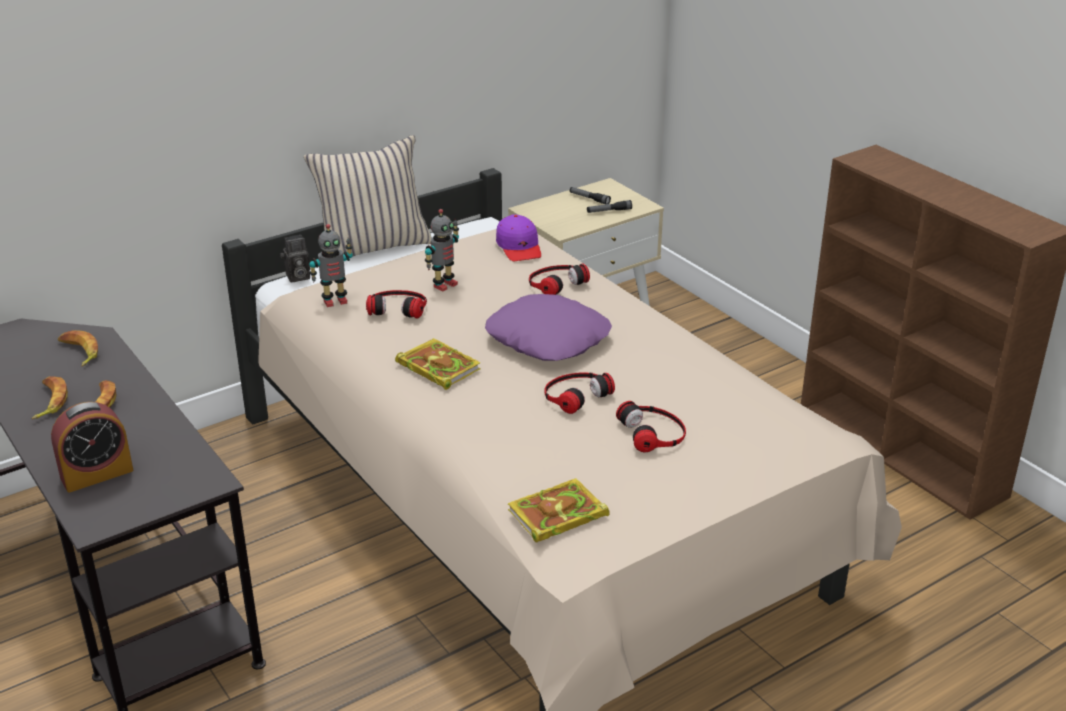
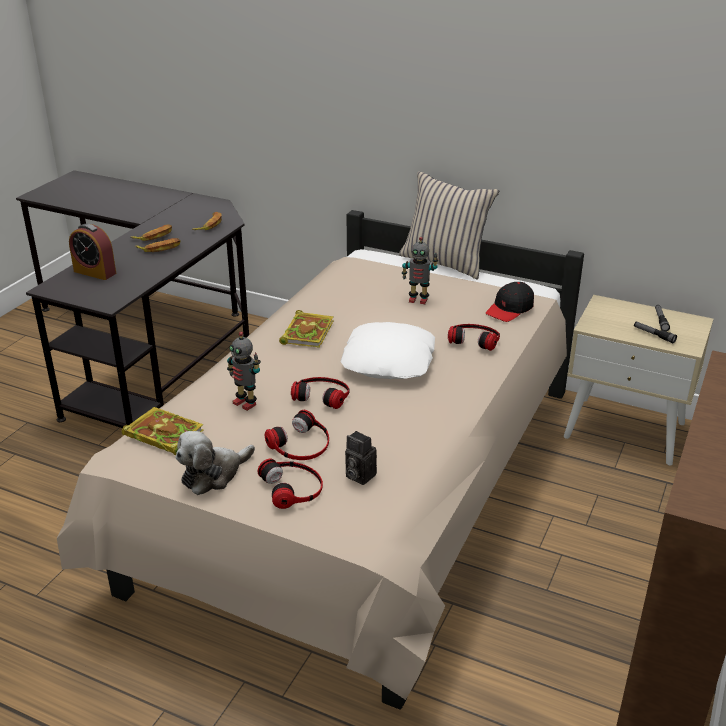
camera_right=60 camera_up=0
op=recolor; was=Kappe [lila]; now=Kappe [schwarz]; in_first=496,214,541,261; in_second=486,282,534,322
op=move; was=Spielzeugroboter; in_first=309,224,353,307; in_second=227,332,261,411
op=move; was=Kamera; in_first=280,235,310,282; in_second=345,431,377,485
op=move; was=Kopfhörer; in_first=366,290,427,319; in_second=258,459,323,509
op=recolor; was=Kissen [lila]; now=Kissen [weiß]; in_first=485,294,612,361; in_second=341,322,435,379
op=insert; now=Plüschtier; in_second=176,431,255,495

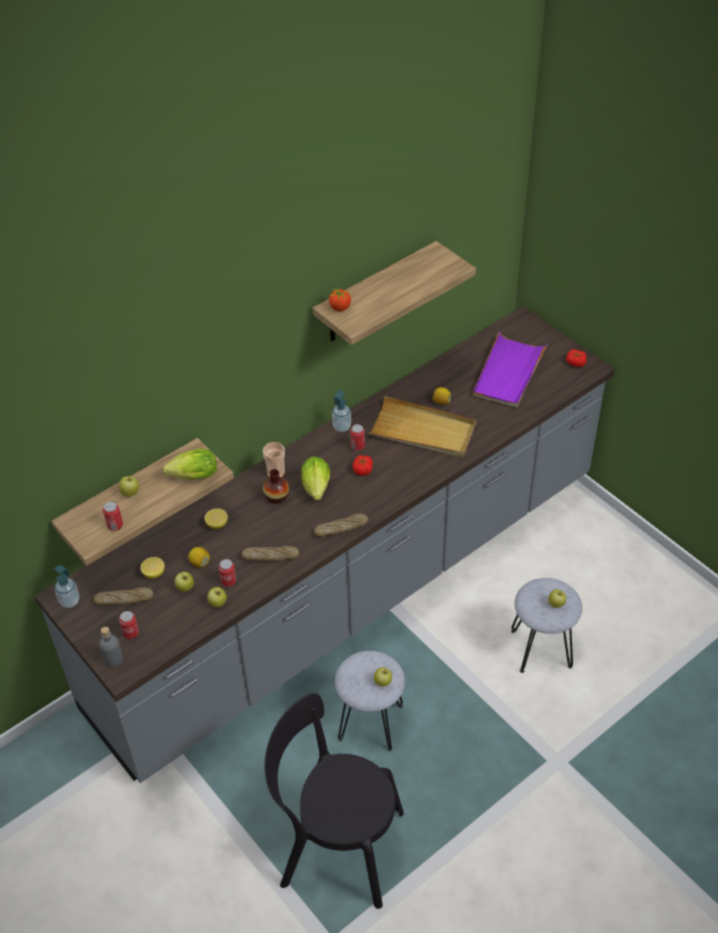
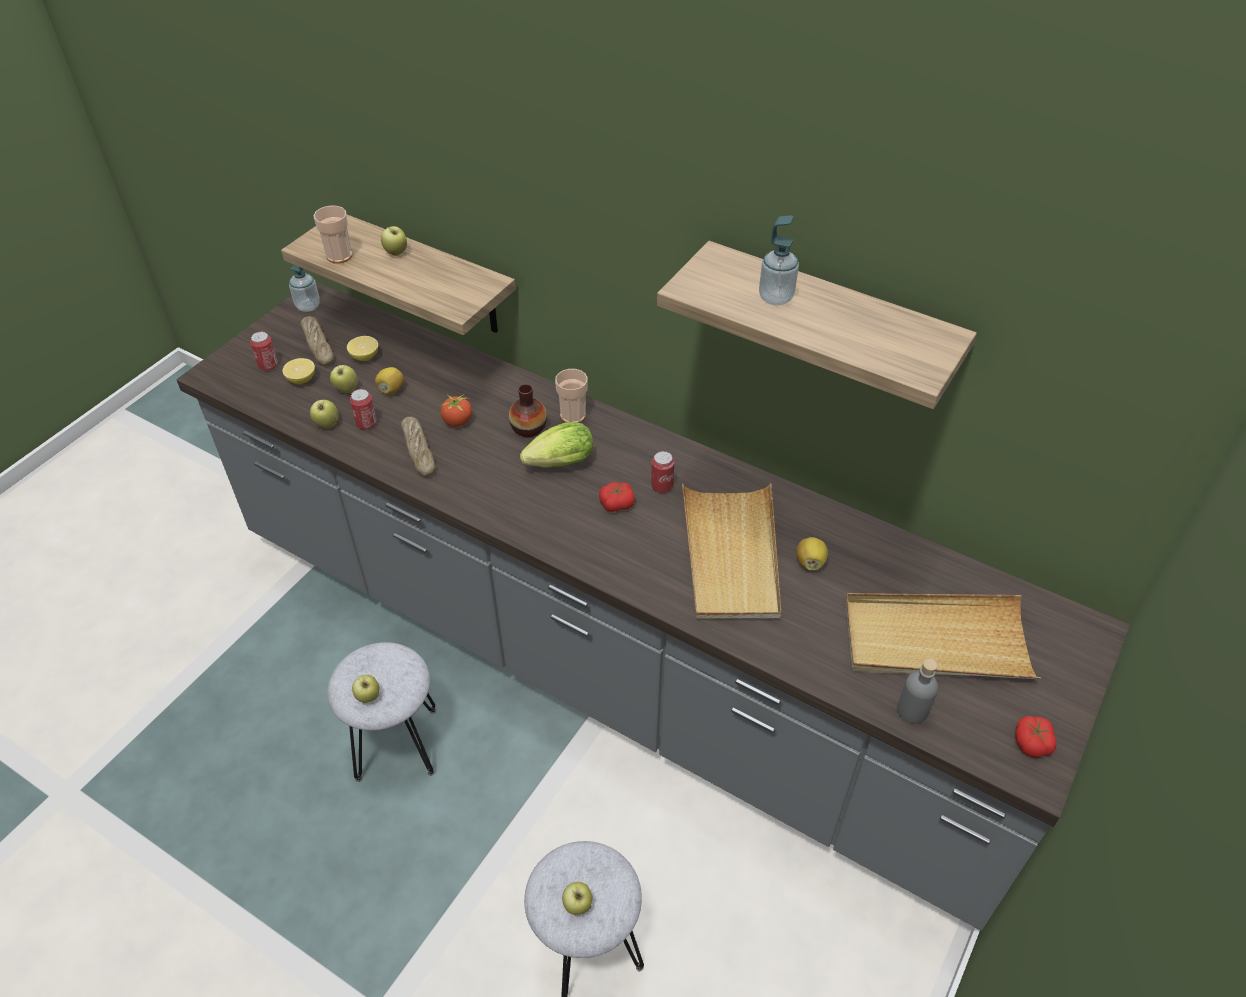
camera_right=70 camera_up=0
op=move; was=Tomate; in_first=329,288,351,311; in_second=437,393,472,427
op=recolor; was=Tablett [lila]; now=Tablett [beige]; in_first=473,331,549,407; in_second=846,593,1041,679
op=move; was=Seifenspender; in_first=332,390,351,432; in_second=759,215,799,305
op=delete; was=Salatkopf; in_first=163,449,217,479
op=replace; was=Dose; now=Tasse; in_first=103,501,123,531; in_second=313,205,352,264
op=move; was=Zitrone; in_first=204,508,228,529; in_second=282,358,315,384
op=delete; was=Brot; in_first=314,514,368,537
op=move; was=Flasche [grau]; in_first=99,627,123,667; in_second=897,659,938,724
op=delete; was=Stuhl [schwarz]; in_first=265,693,404,909

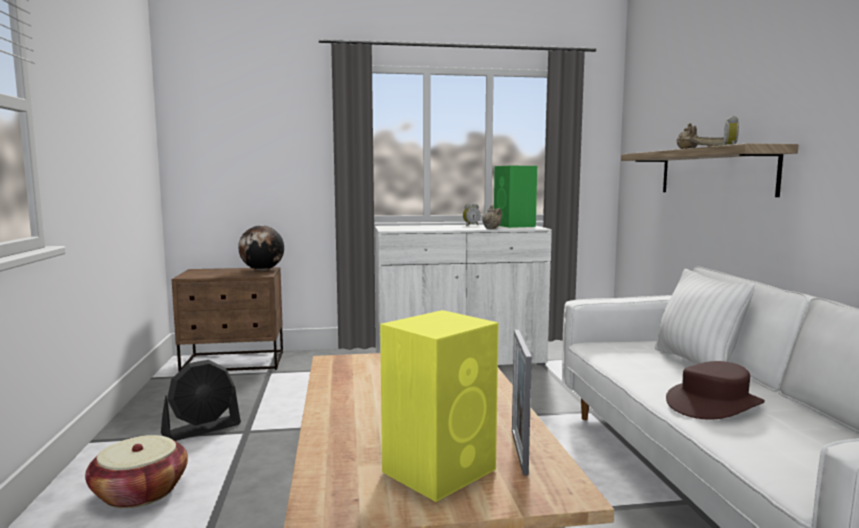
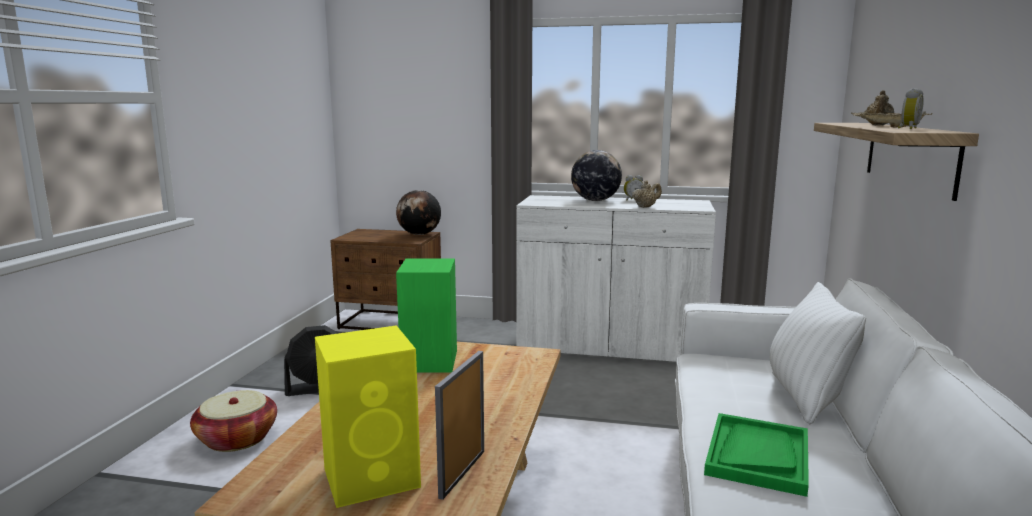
camera_right=20 camera_up=5
op=move; was=Lautsprecher [grün]; in_first=494,166,537,228; in_second=396,259,457,373
op=replace; was=Hut [braun]; now=Tablett [grün]; in_first=666,361,765,420; in_second=704,413,809,497
op=insert; now=Globus; in_second=571,150,622,201

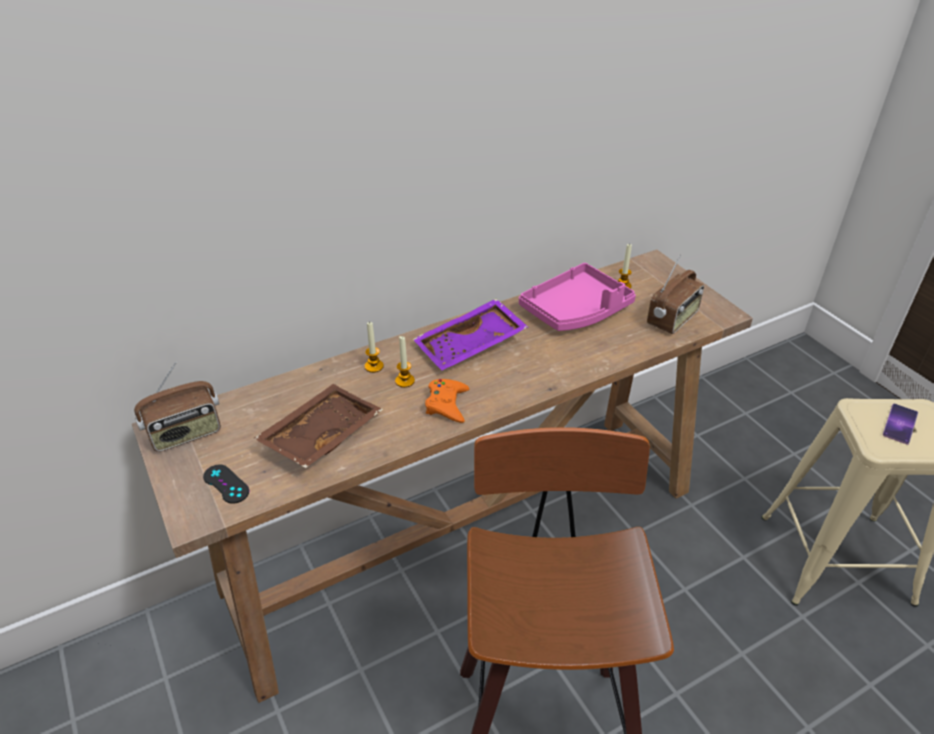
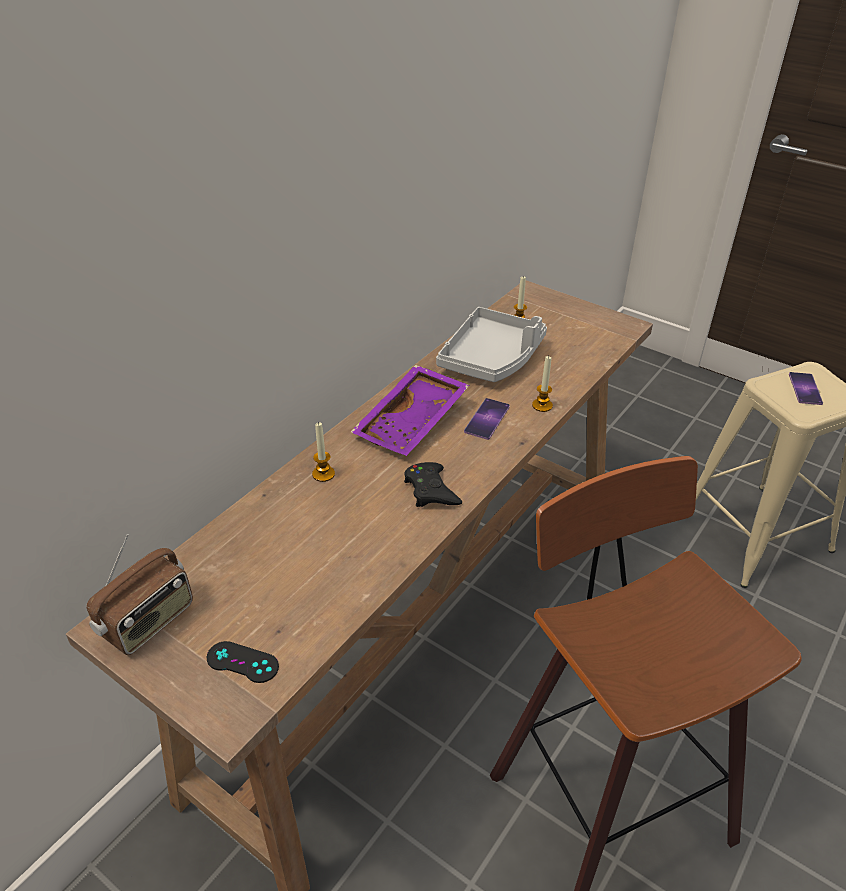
camera_right=-25 camera_up=0
op=delete; was=Radio; in_first=647,254,704,334
op=recolor; was=Tablett [rosa]; now=Tablett [grau]; in_first=519,263,636,331; in_second=436,307,547,382
op=move; was=Kerze; in_first=395,336,415,388; in_second=532,356,553,412
op=recolor; was=Gamepad [orange]; now=Gamepad [schwarz]; in_first=425,379,469,423; in_second=404,462,462,507
op=delete; was=Tablett [braun]; in_first=253,384,383,468
op=insert; now=Handy; in_second=464,398,510,440

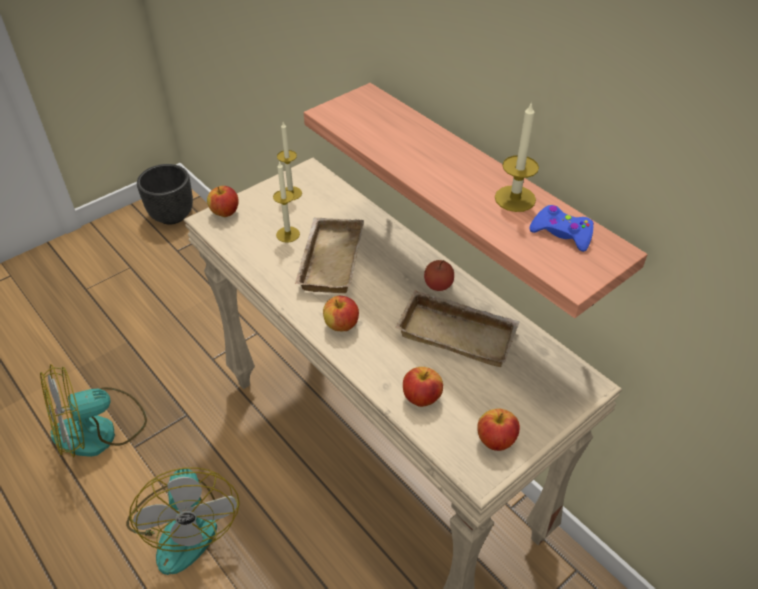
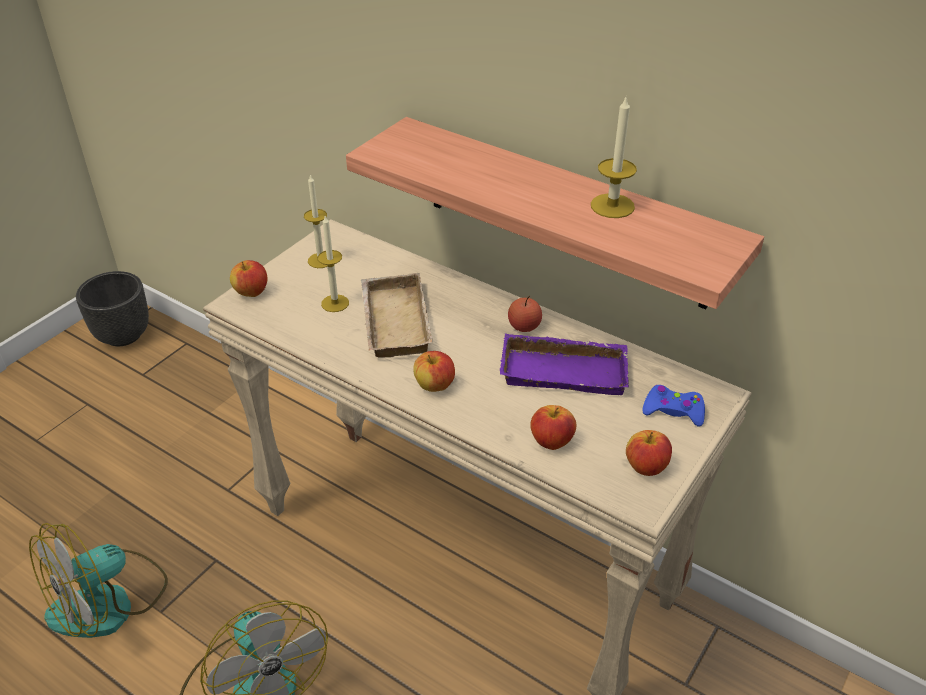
camera_right=-15 camera_up=-5
op=move; was=Gamepad [blau]; in_first=530,205,594,252; in_second=642,385,705,427
op=recolor; was=Tablett [beige]; now=Tablett [lila]; in_first=395,290,520,367; in_second=500,333,629,395

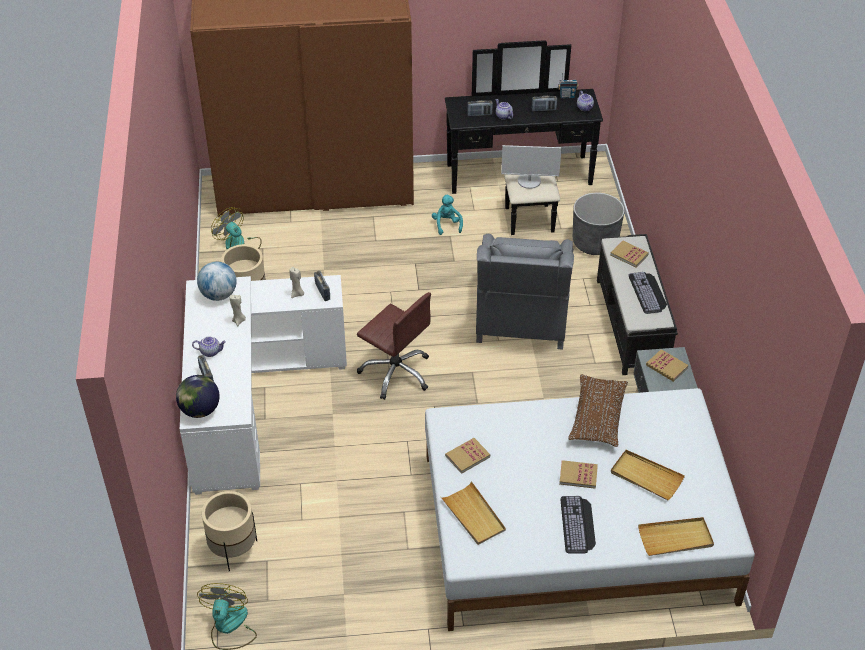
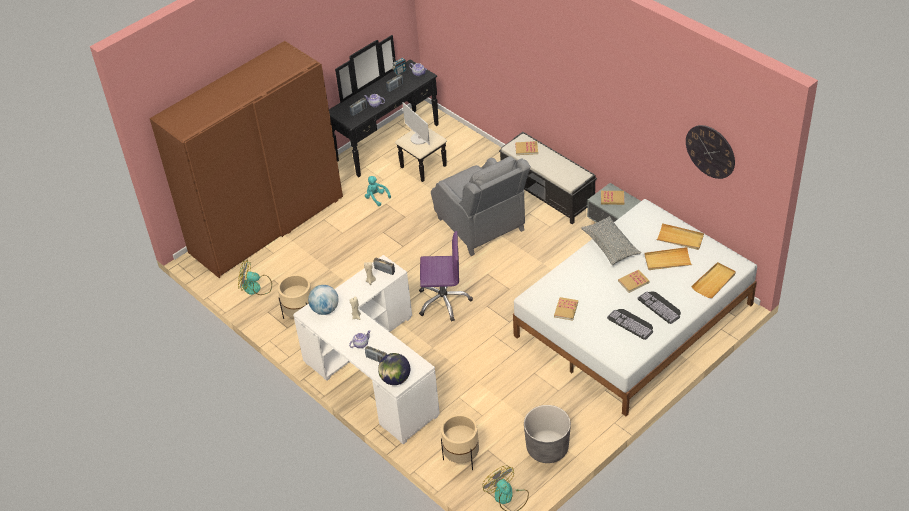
camera_right=-35 camera_up=0
op=rotate; was=Monitor; in_first=501,145,562,189; in_second=402,102,430,145; clockwise=90
op=move; was=Pflanzkübel [grau]; in_first=573,193,625,255; in_second=524,405,571,463
op=move; was=Tastatur; in_first=628,272,667,314; in_second=607,309,653,340
op=recolor; was=Bürostuhl [braun]; now=Bürostuhl [lila]; in_first=357,292,431,400; in_second=419,231,473,322
op=recolor; was=Kissen [braun]; now=Kissen [grau]; in_first=569,374,628,447; in_second=581,216,641,266
op=move; was=Tablett [beige]; in_first=441,481,506,545; in_second=656,223,704,250
op=insert; now=Wanduhr; in_second=686,125,735,179

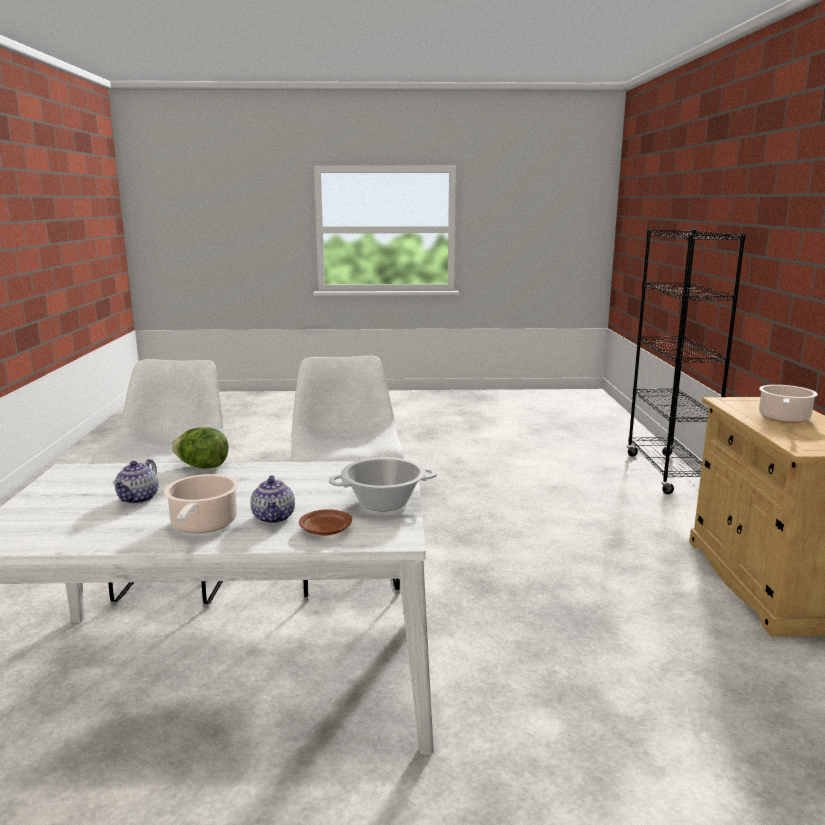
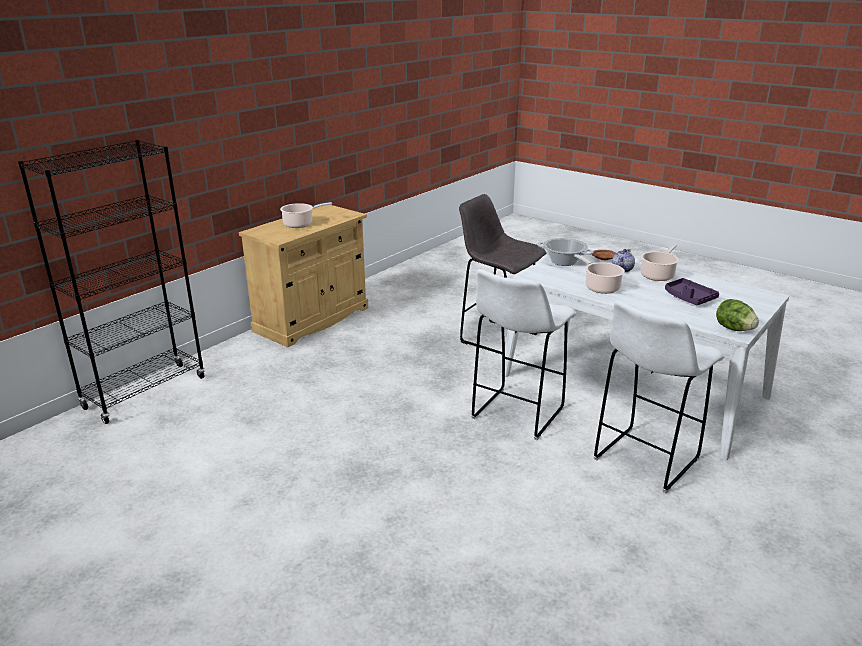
camera_right=-140 camera_up=10
op=move; was=Salatkopf; in_first=172,427,228,469; in_second=716,299,759,331
op=replace; was=Teekanne; now=Tablett [lila]; in_first=113,459,159,504; in_second=665,278,719,305
op=insert; now=Hocker [grau]; in_second=459,194,546,354
op=insert; now=Kochtopf; in_second=574,254,625,294

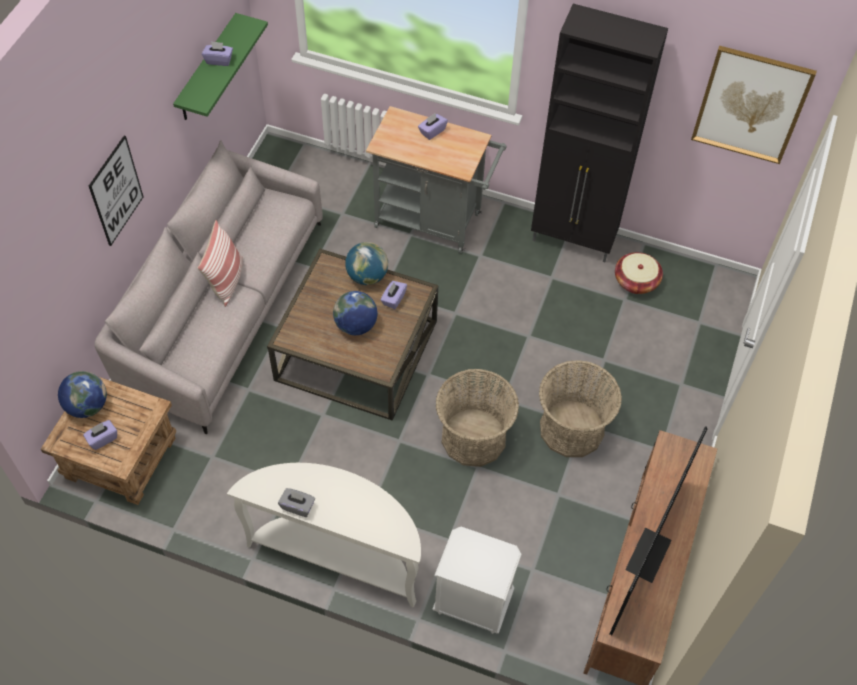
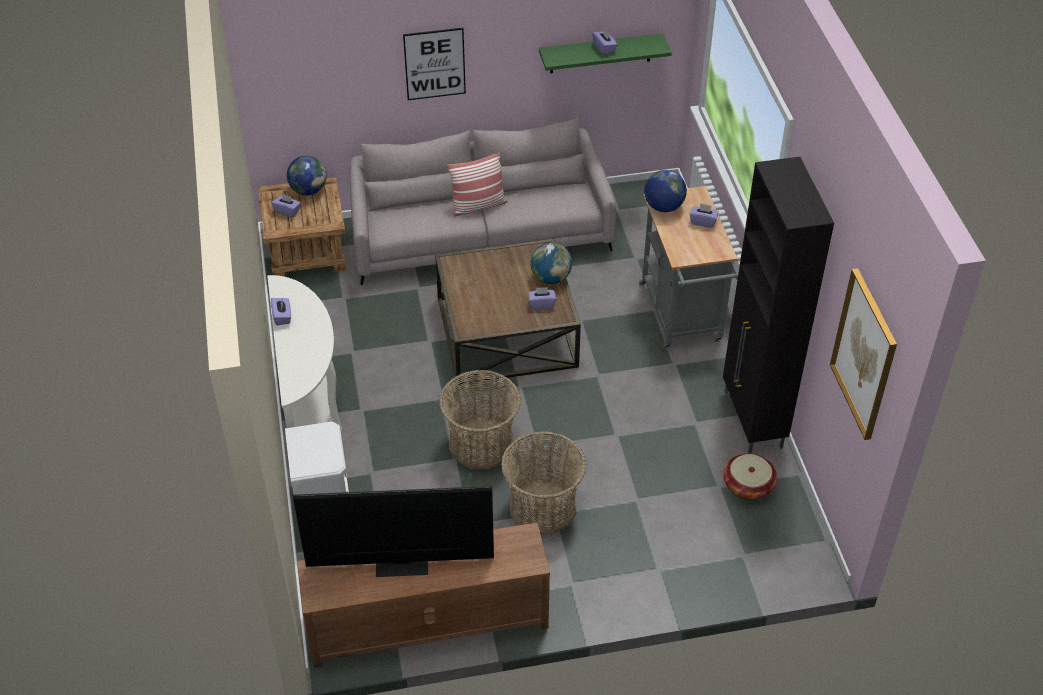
camera_right=60 camera_up=-10
op=move; was=Globus; in_first=333,291,378,335; in_second=644,170,687,212
op=recolor; was=Taschentuchbox [grau]; now=Taschentuchbox [lila]; in_first=278,488,315,517; in_second=271,298,291,325

